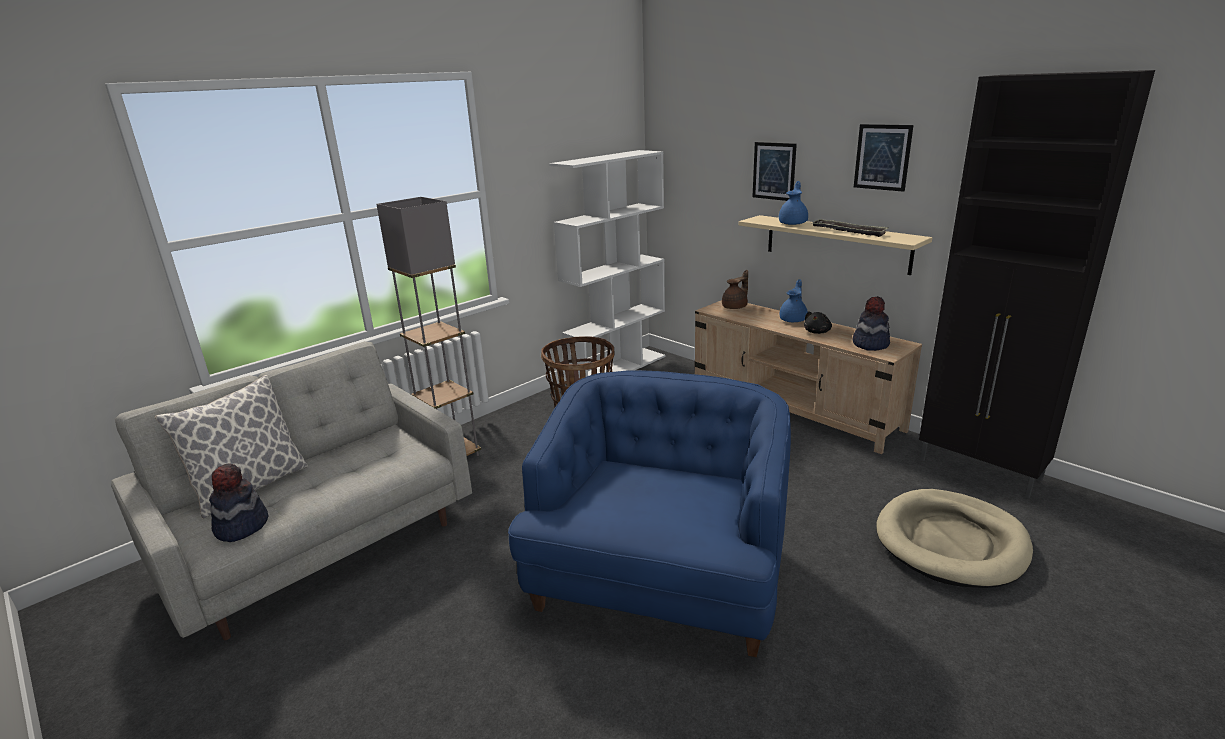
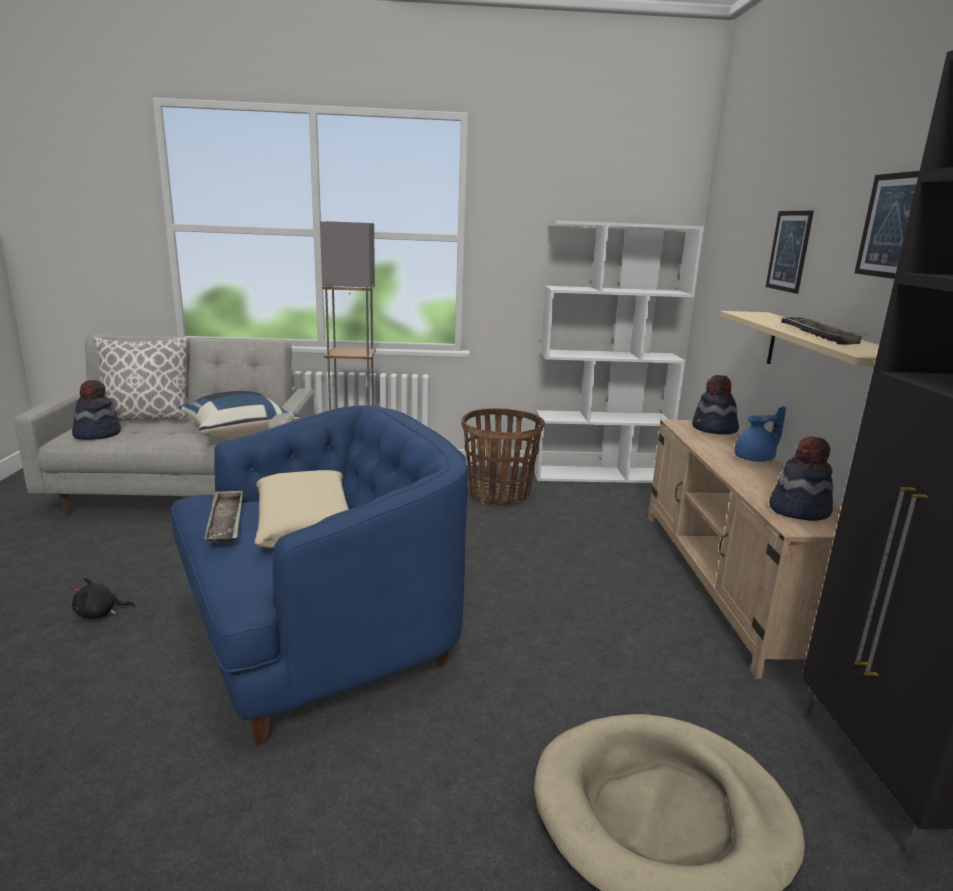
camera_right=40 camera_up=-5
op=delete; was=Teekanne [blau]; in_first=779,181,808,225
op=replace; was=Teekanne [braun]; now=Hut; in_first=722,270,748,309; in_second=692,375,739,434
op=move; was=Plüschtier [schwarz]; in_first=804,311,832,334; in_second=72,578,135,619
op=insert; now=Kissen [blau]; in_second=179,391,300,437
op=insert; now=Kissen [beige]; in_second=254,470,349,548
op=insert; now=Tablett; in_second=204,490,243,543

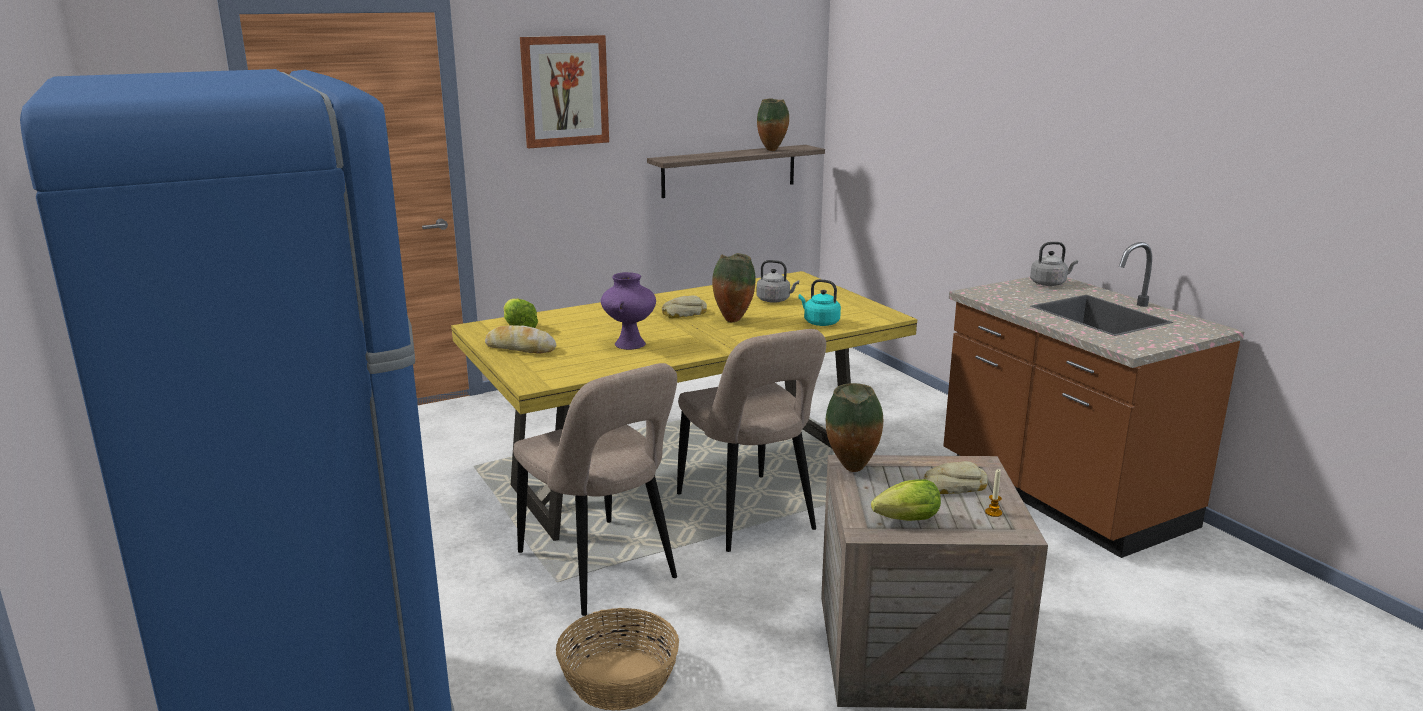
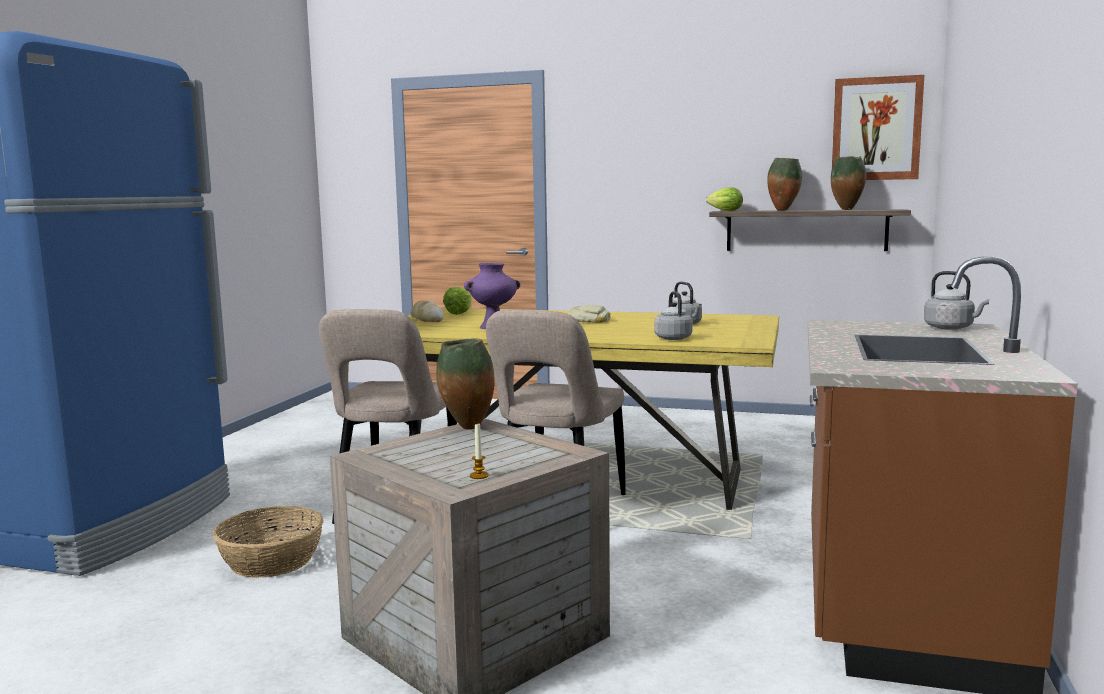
camera_right=45 camera_up=-10
op=move; was=Bild; in_first=520,35,609,148; in_second=832,75,924,180
op=move; was=Vase; in_first=712,253,756,322; in_second=767,158,802,211
op=recolor; was=Wasserkessel [türkis]; now=Wasserkessel [grau]; in_first=799,279,841,326; in_second=654,291,693,340
op=delete; was=Brot; in_first=924,461,988,494
op=move; was=Salatkopf; in_first=871,479,941,521; in_second=706,187,743,211

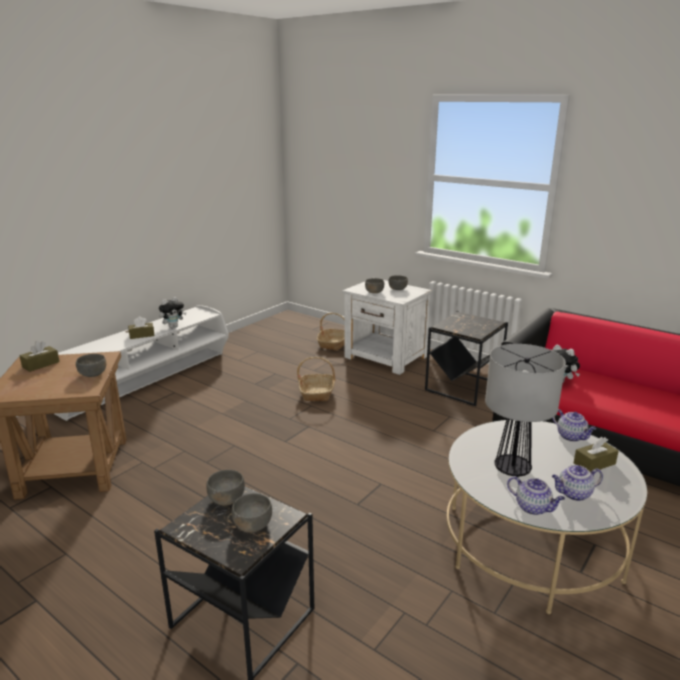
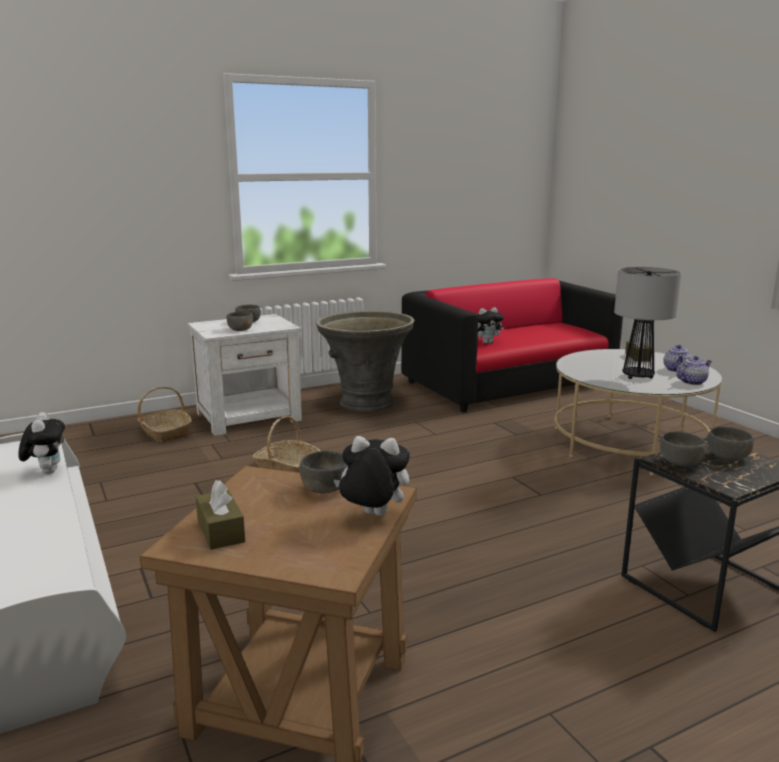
camera_right=-65 camera_up=-5
op=replace; was=Beistelltisch [schwarz]; now=Pflanzkübel [grau]; in_first=425,311,508,406; in_second=316,311,415,412
op=delete; was=Taschentuchbox [braun]; in_first=128,316,155,339
op=delete; was=Teekanne; in_first=552,409,596,442
op=insert; now=Plüschtier; in_second=334,436,410,516

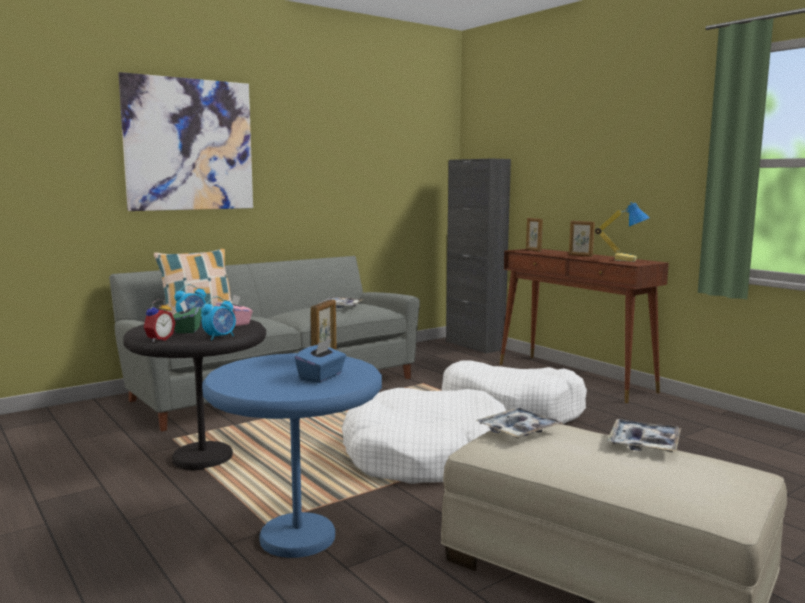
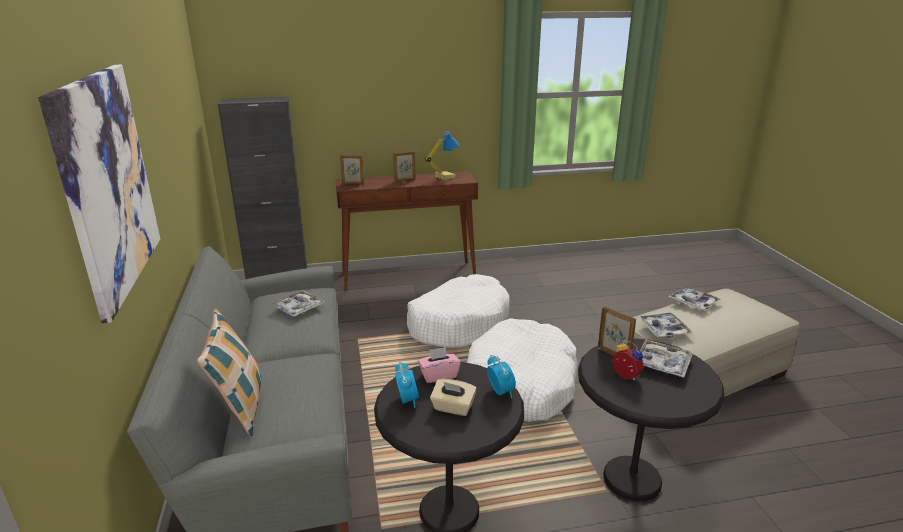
camera_right=-65 camera_up=15
op=move; was=Wecker; in_first=144,299,176,342; in_second=612,341,644,380
op=recolor; was=Taschentuchbox [grün]; now=Taschentuchbox [beige]; in_first=173,301,201,333; in_second=430,379,477,416
op=replace; was=Taschentuchbox [blau]; now=Tablett; in_first=295,339,346,383; in_second=640,339,693,378
op=recolor; was=Beistelltisch [blau]; now=Beistelltisch [schwarz]; in_first=202,353,382,558; in_second=578,339,724,502

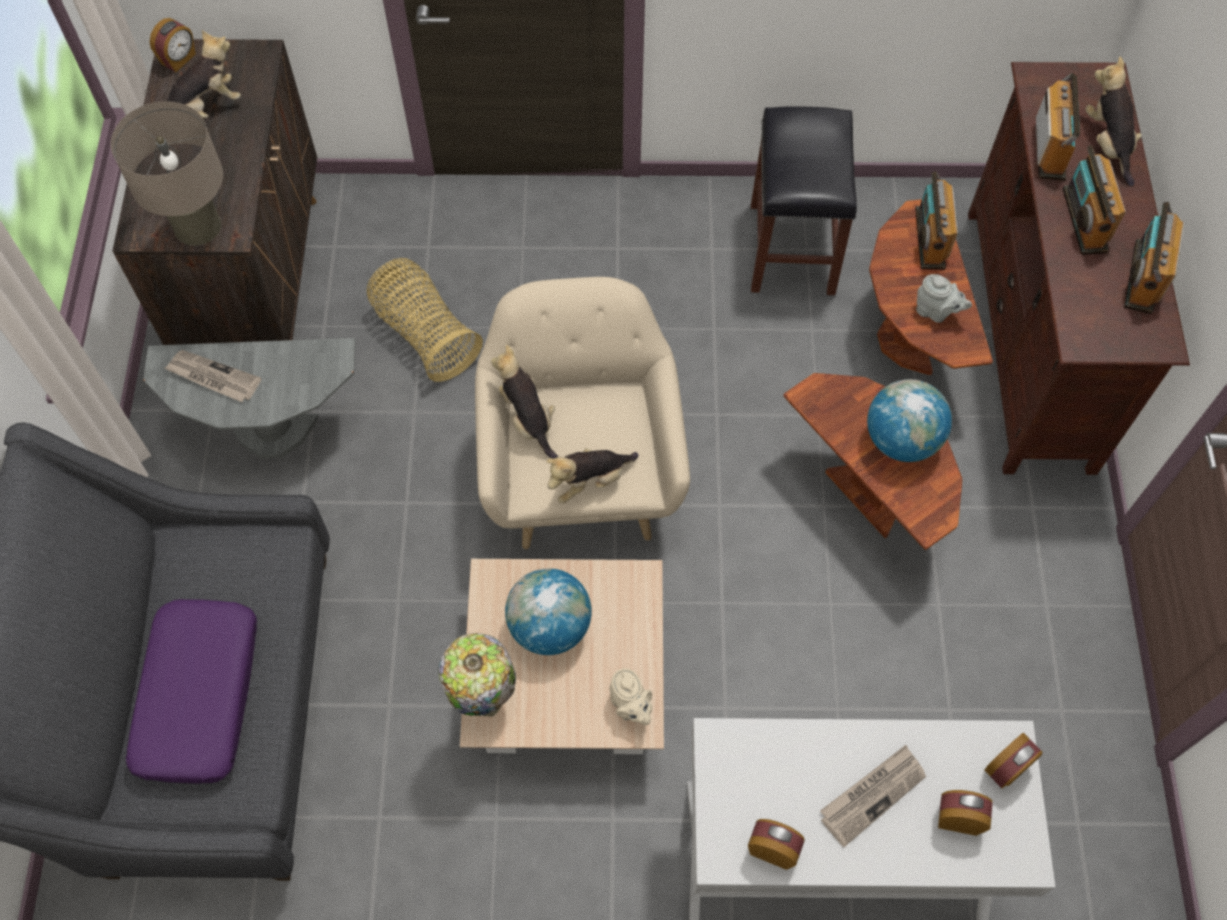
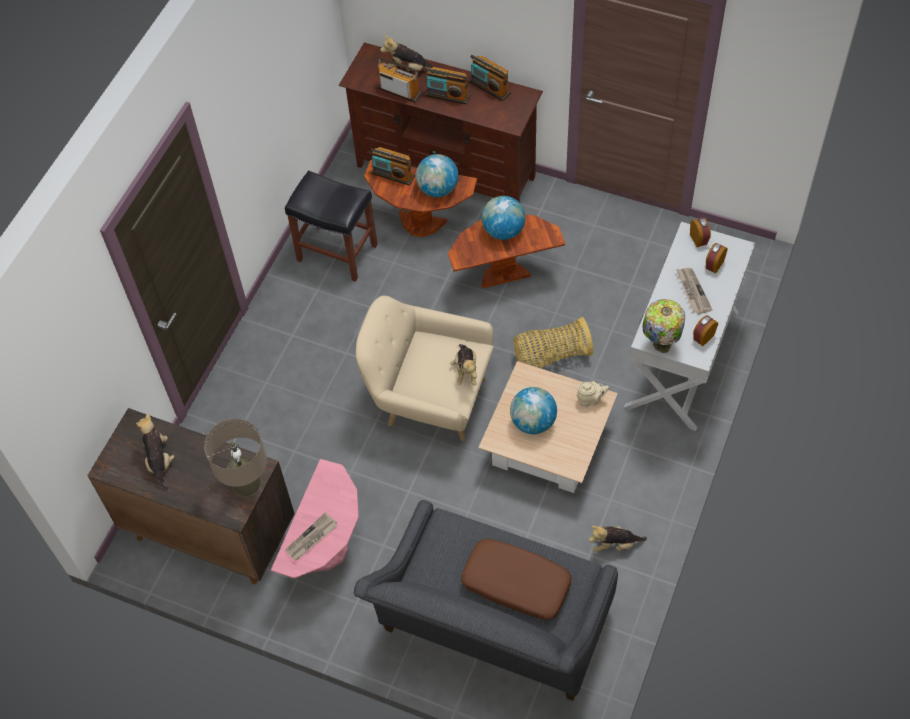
camera_right=-65 camera_up=-5
op=delete; was=Wecker; in_first=150,18,196,72
op=move; was=Korb; in_first=367,258,483,382; in_second=514,317,593,368
op=replace; was=Teekanne [grau]; now=Globus; in_first=916,274,972,323; in_second=416,154,459,197
op=recolor; was=Beistelltisch [grau]; now=Beistelltisch [rosa]; in_first=143,338,355,458; in_second=271,459,359,578
op=move; was=Plüschtier; in_first=491,345,558,459; in_second=589,525,647,552
op=recolor; was=Kissen [lila]; now=Kissen [braun]; in_first=126,599,257,783; in_second=461,539,572,620
op=move; was=Tischlampe; in_first=438,633,516,717; in_second=642,299,685,353

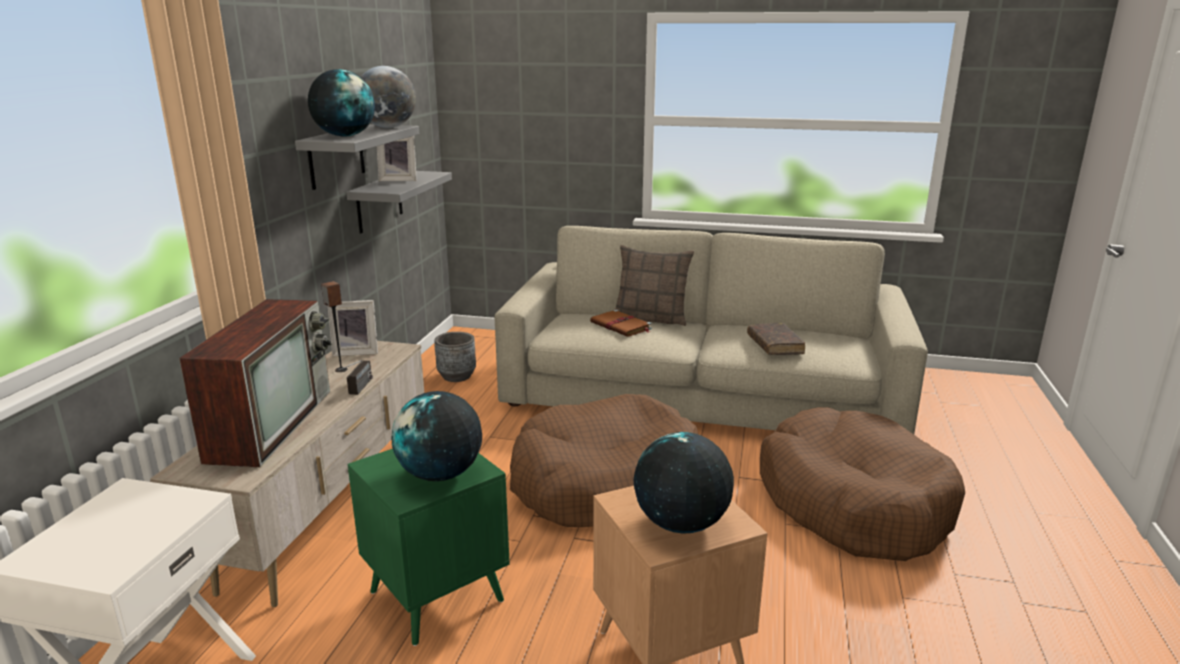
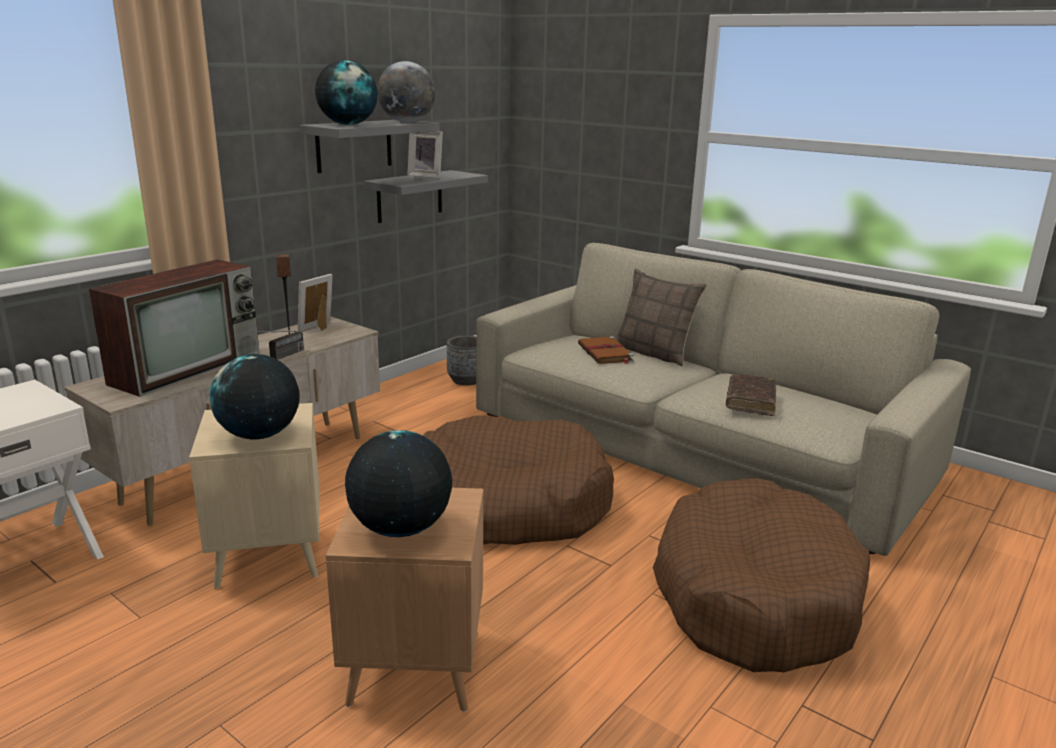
camera_right=25 camera_up=0
op=rotate; was=Bilderrahmen; in_first=328,300,378,356; in_second=298,274,333,331; clockwise=105
op=recolor; was=Beistelltisch [grün]; now=Beistelltisch [beige]; in_first=347,449,510,646; in_second=189,403,319,589

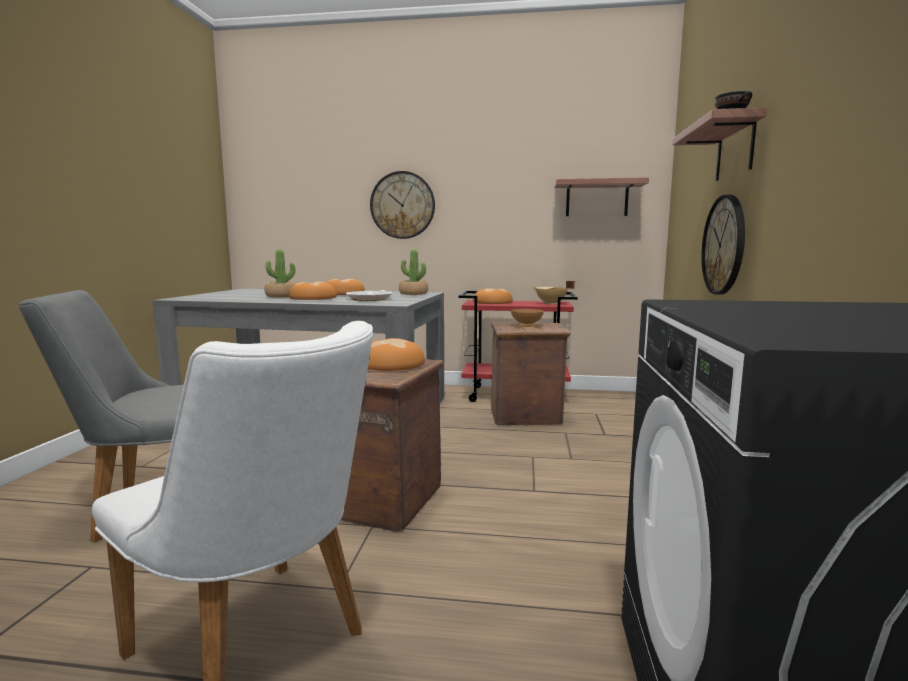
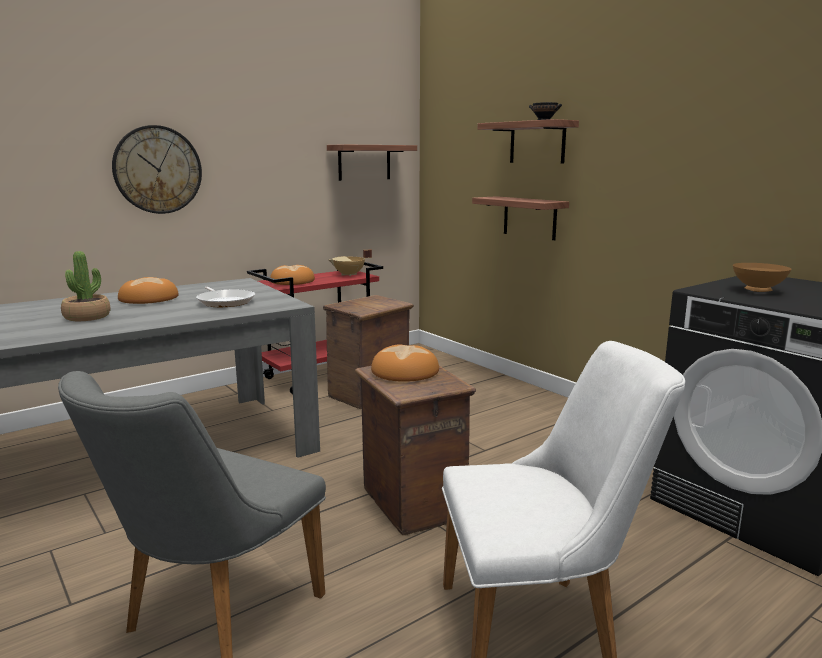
camera_right=-45 camera_up=5
op=replace; was=Wanduhr; now=Wandregal; in_first=701,195,745,295; in_second=472,196,569,240
op=delete; was=Topfpflanze; in_first=399,249,428,295
op=delete; was=Brot; in_first=289,282,337,300
op=move; was=Schüssel [braun]; in_first=511,309,544,327; in_second=733,263,791,292

